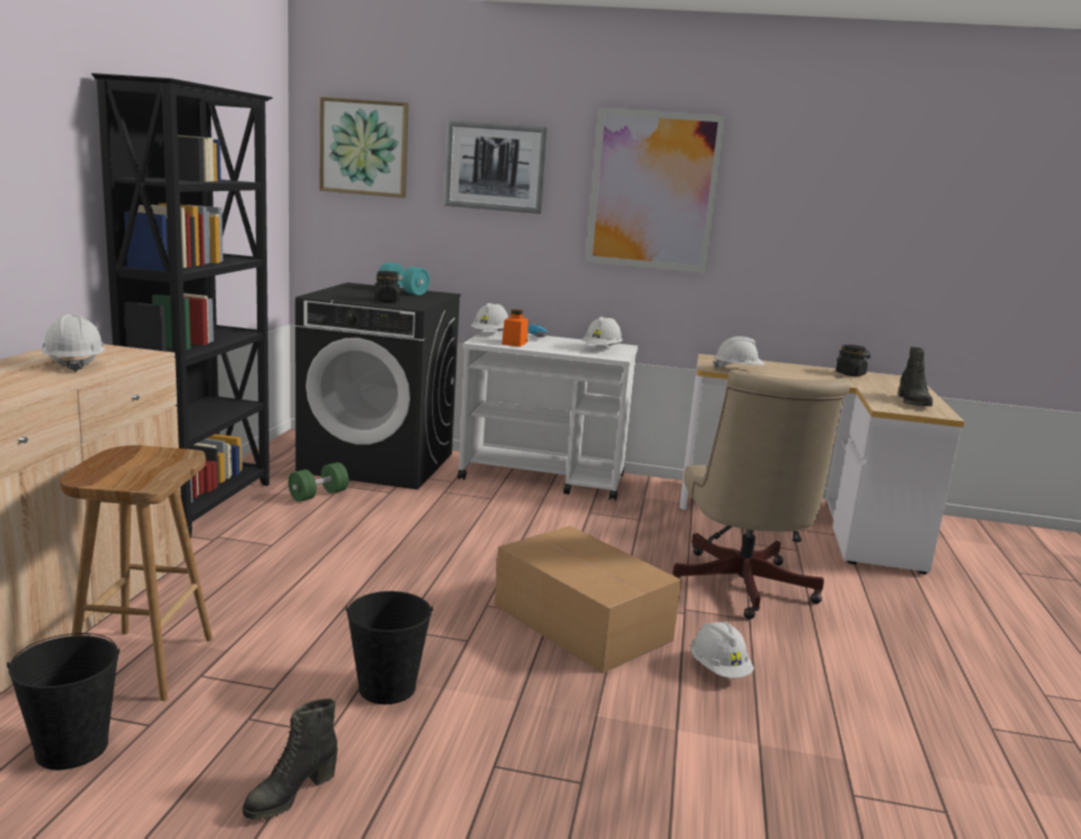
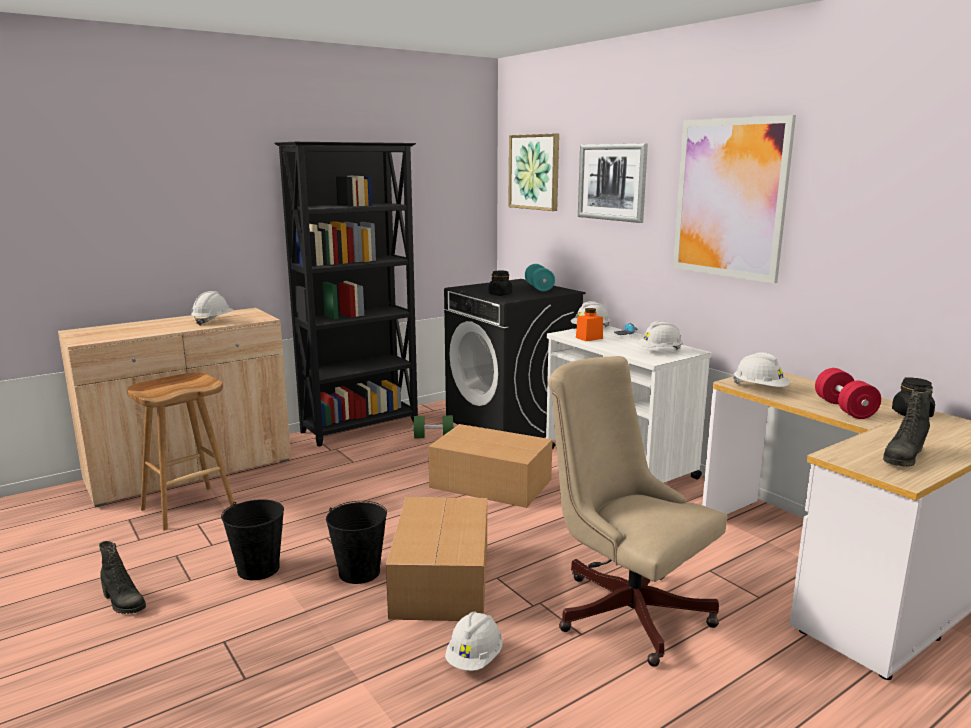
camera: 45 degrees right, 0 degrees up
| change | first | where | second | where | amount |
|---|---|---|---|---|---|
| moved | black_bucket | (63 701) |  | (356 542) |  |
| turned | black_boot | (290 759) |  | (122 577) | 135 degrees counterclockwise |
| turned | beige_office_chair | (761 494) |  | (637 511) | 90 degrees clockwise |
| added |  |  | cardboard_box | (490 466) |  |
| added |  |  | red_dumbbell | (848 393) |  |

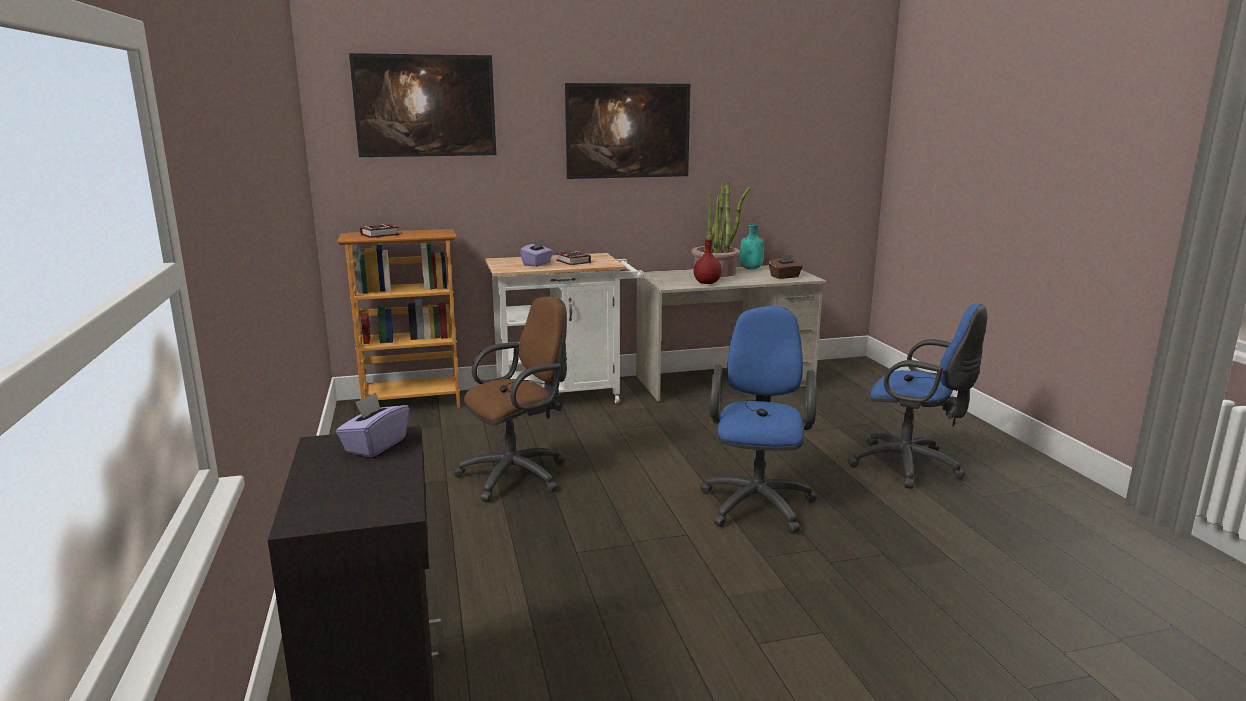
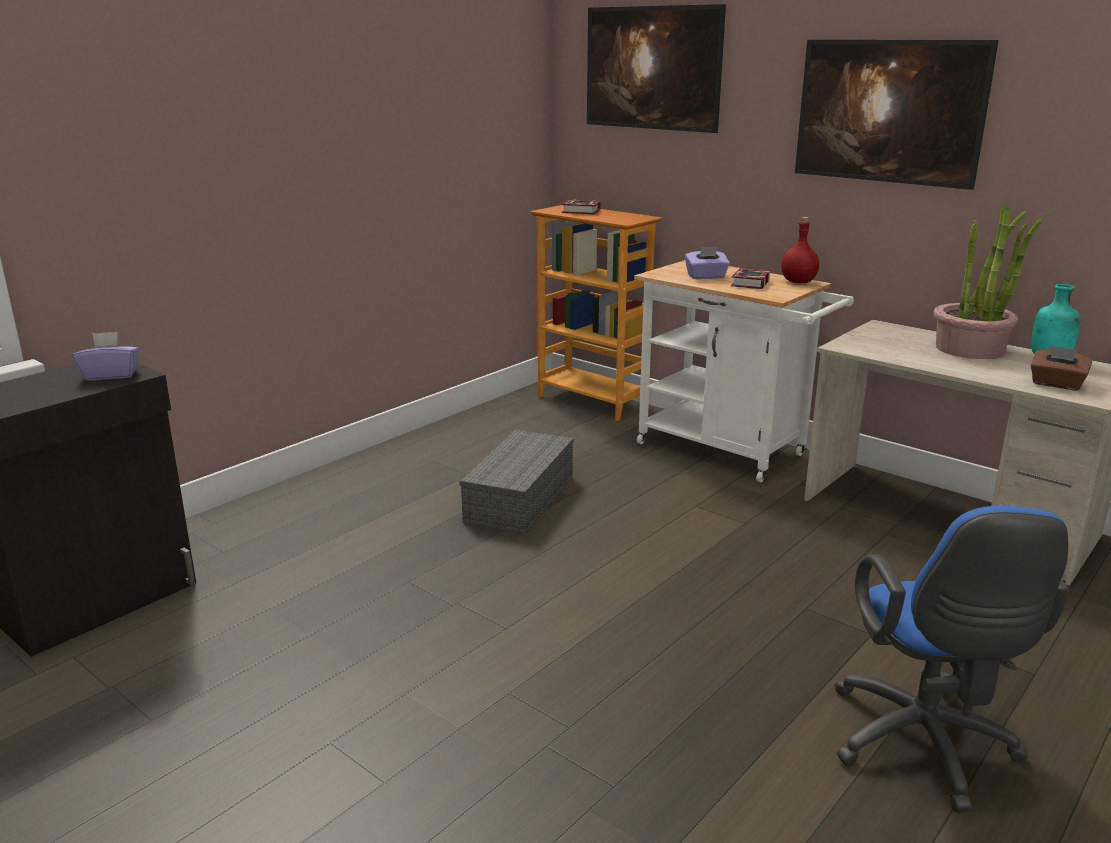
camera: 55 degrees right, 5 degrees up
| change | first | where | second | where | amount |
|---|---|---|---|---|---|
| replaced | brown_office_chair | (510 399) | grey_storage_box | (517 482) |  |
| moved | red_bottle | (708 259) |  | (800 250) |  |
| removed | blue_office_chair | (758 419) |  |  |  |

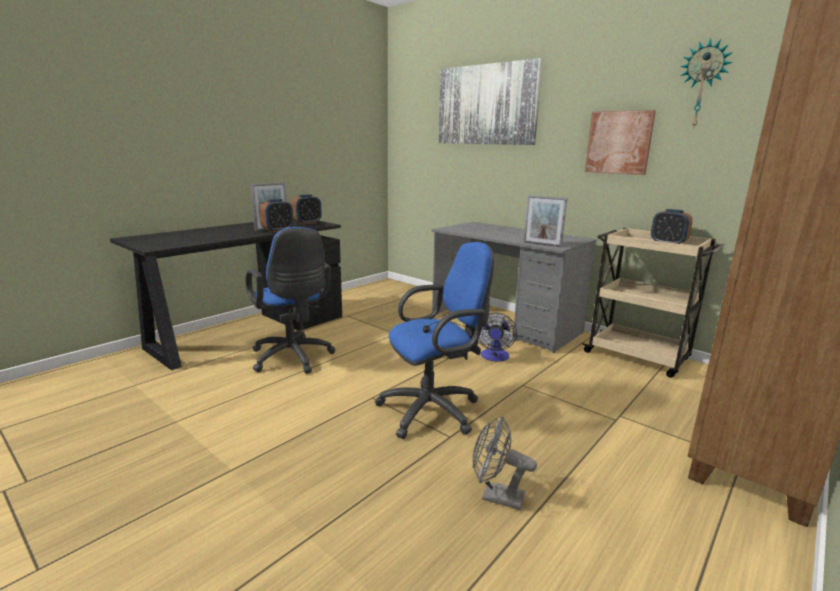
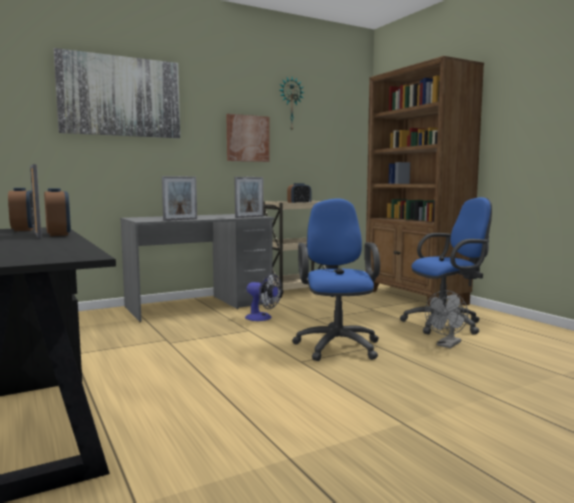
camera: 70 degrees left, 10 degrees down
| change | first | where | second | where | amount |
|---|---|---|---|---|---|
| moved | blue_office_chair | (290 300) |  | (446 266) |  |
| added |  |  | picture_frame | (179 198) |  |

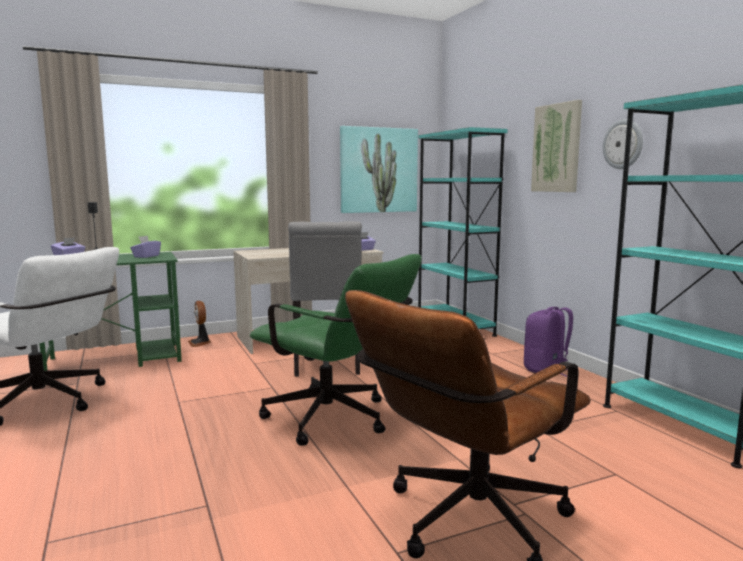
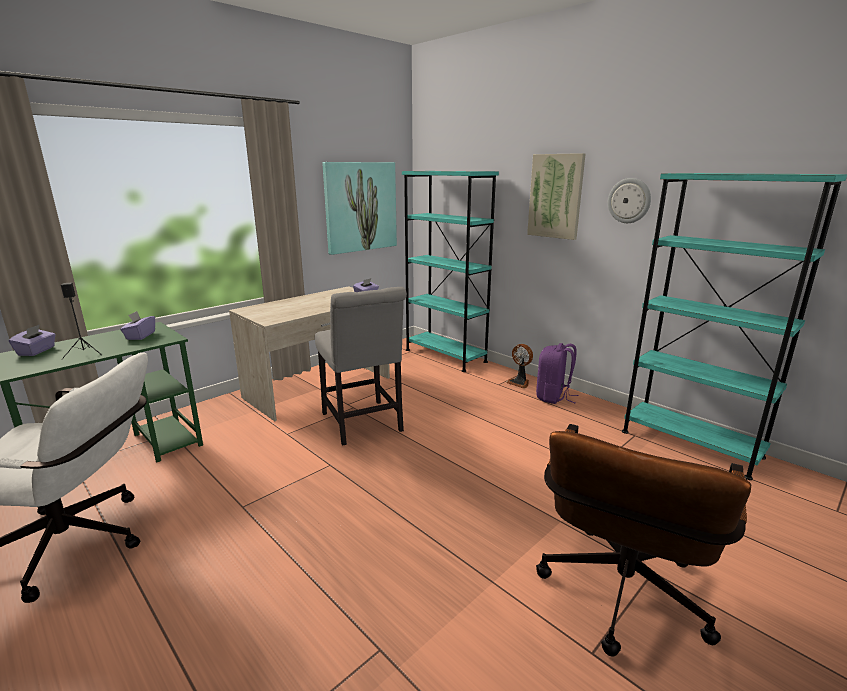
camera: 20 degrees left, 10 degrees up
| change | first | where | second | where | amount |
|---|---|---|---|---|---|
| moved | fan | (199 324) |  | (519 366) |  |
| removed | green_office_chair | (336 350) |  |  |  |

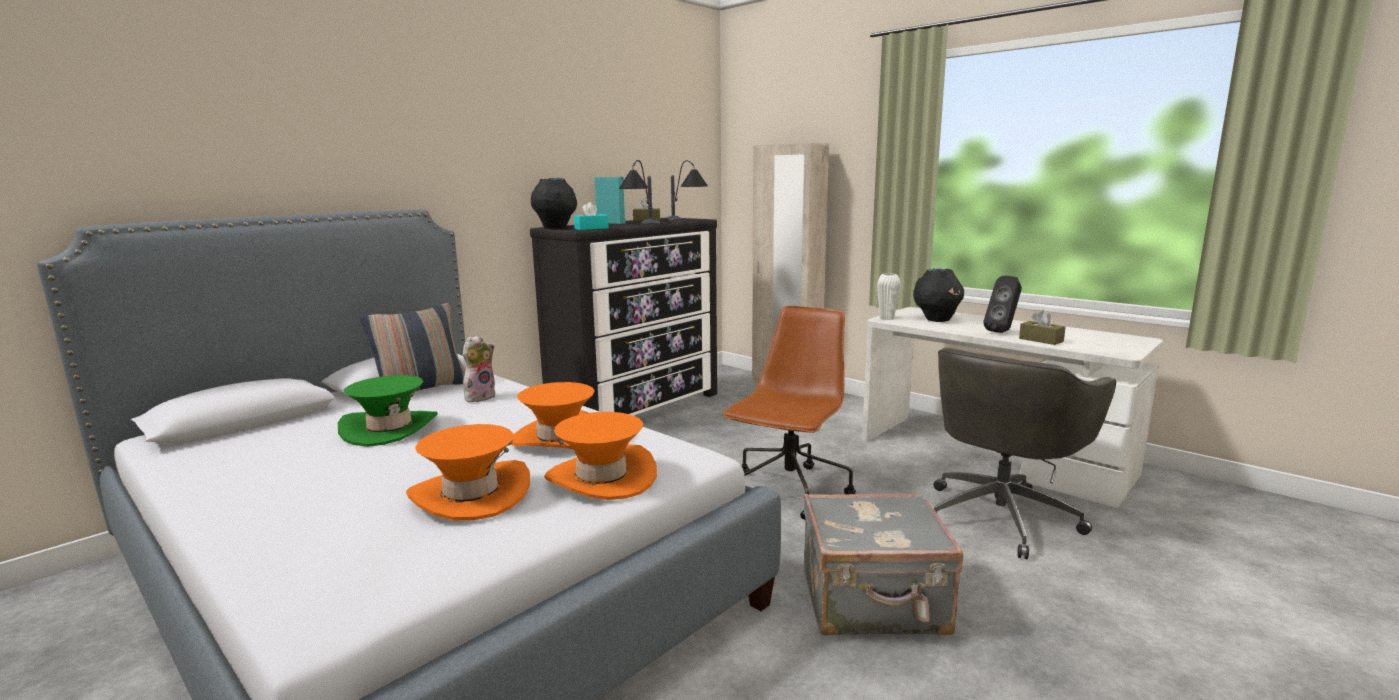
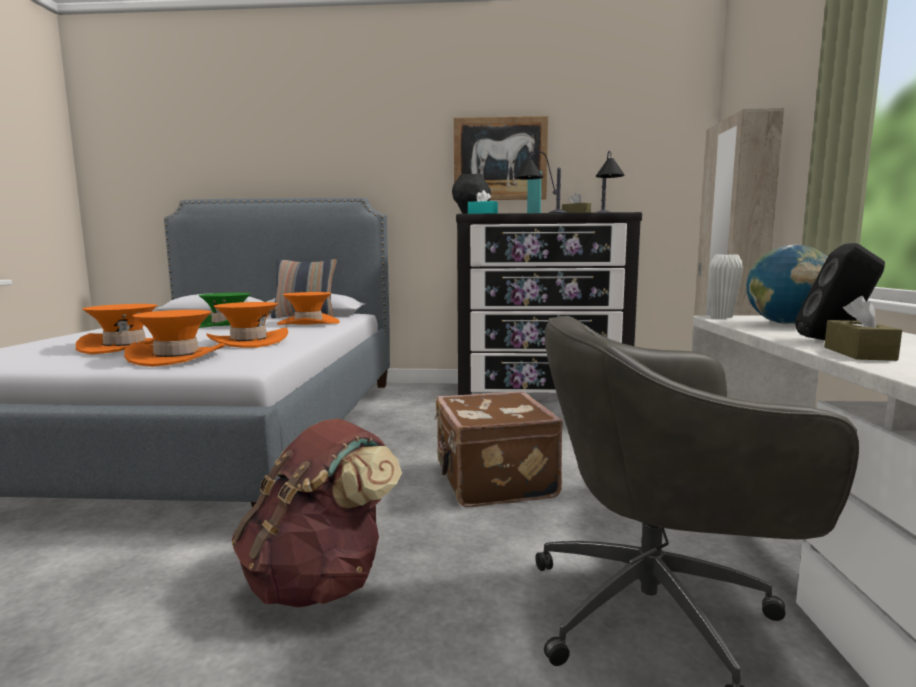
camera: 50 degrees right, 5 degrees down
| change | first | where | second | where | amount |
|---|---|---|---|---|---|
| replaced | plush_toy | (479 369) | orange_hat | (308 308) |  |
| replaced | brown_office_chair | (789 413) | brown_suitcase | (499 449) |  |
| replaced | grey_suitcase | (883 564) | brown_backpack | (317 512) |  |
| replaced | black_vase | (938 295) | globe | (787 285) |  |
| added |  |  | picture | (501 158) |  |

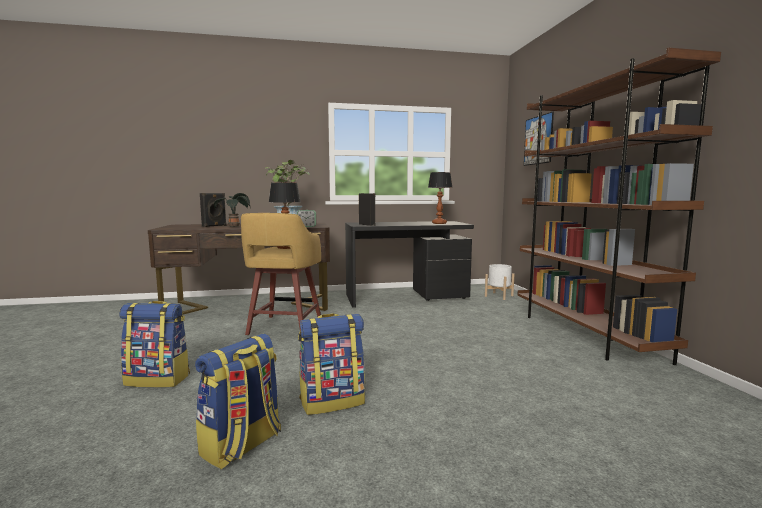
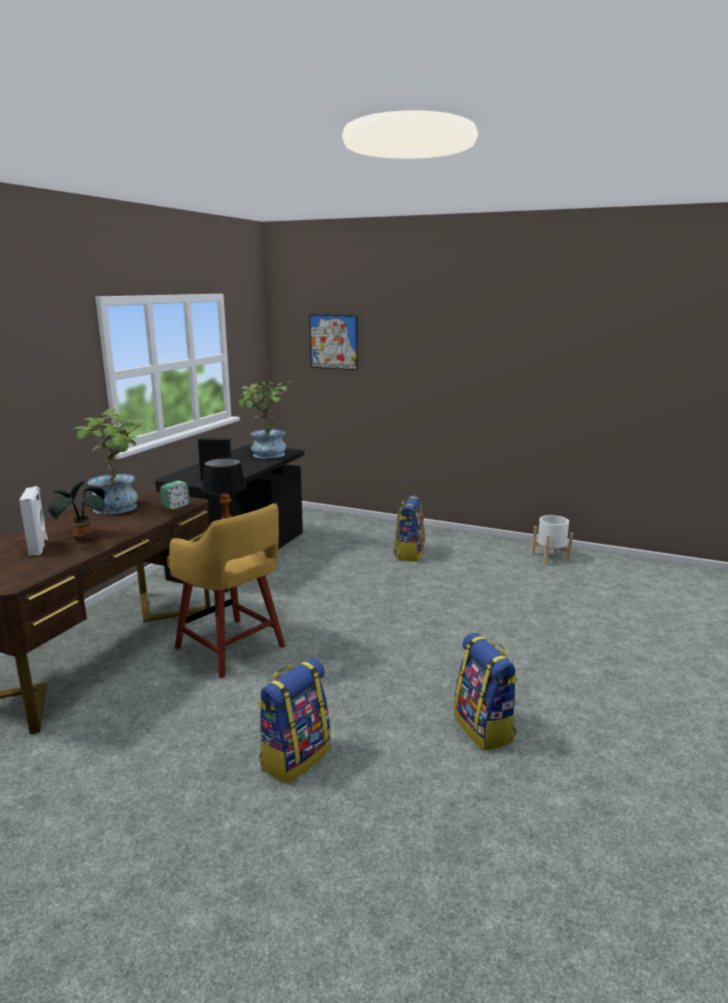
camera: 55 degrees left, 10 degrees up
| change | first | where | second | where | amount |
|---|---|---|---|---|---|
| recoloured | black_speaker | (213 210) | white_speaker | (33 521) |  |
| moved | backpack | (331 364) |  | (409 528) |  |
| replaced | table_lamp | (440 198) | potted_plant | (263 420) |  |
| moved | white_planter | (499 282) |  | (552 540) |  |
| removed | brown_bookcase | (619 206) |  |  |  |

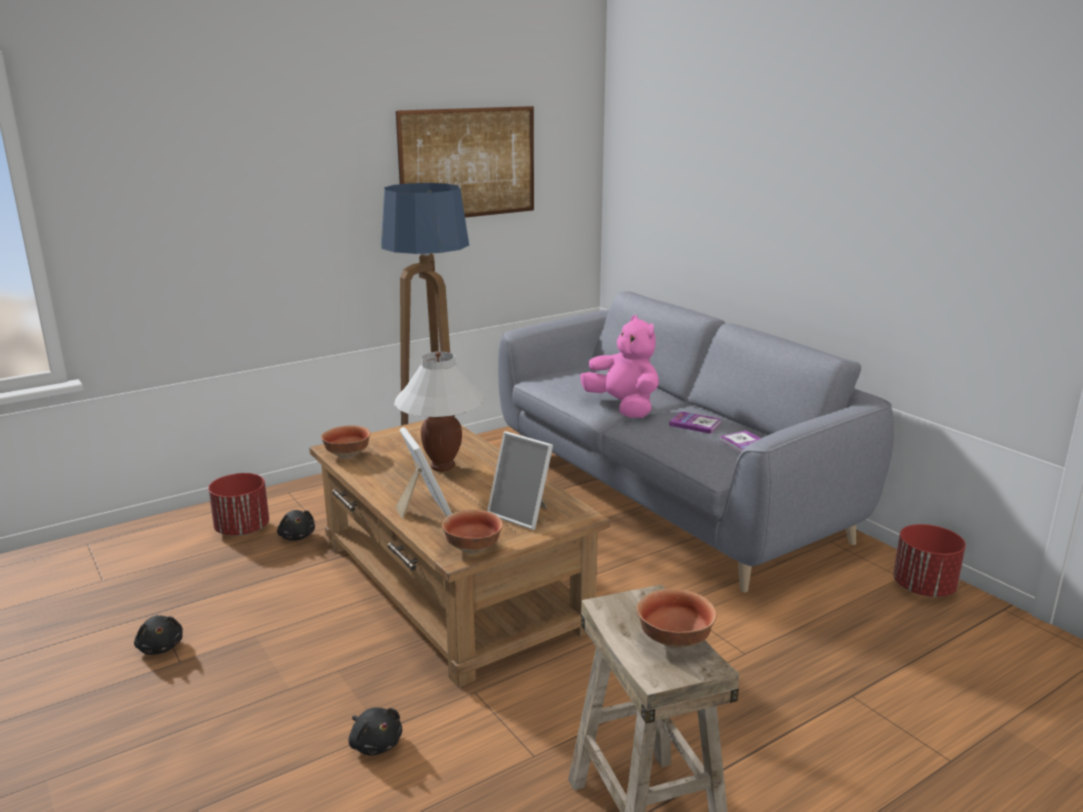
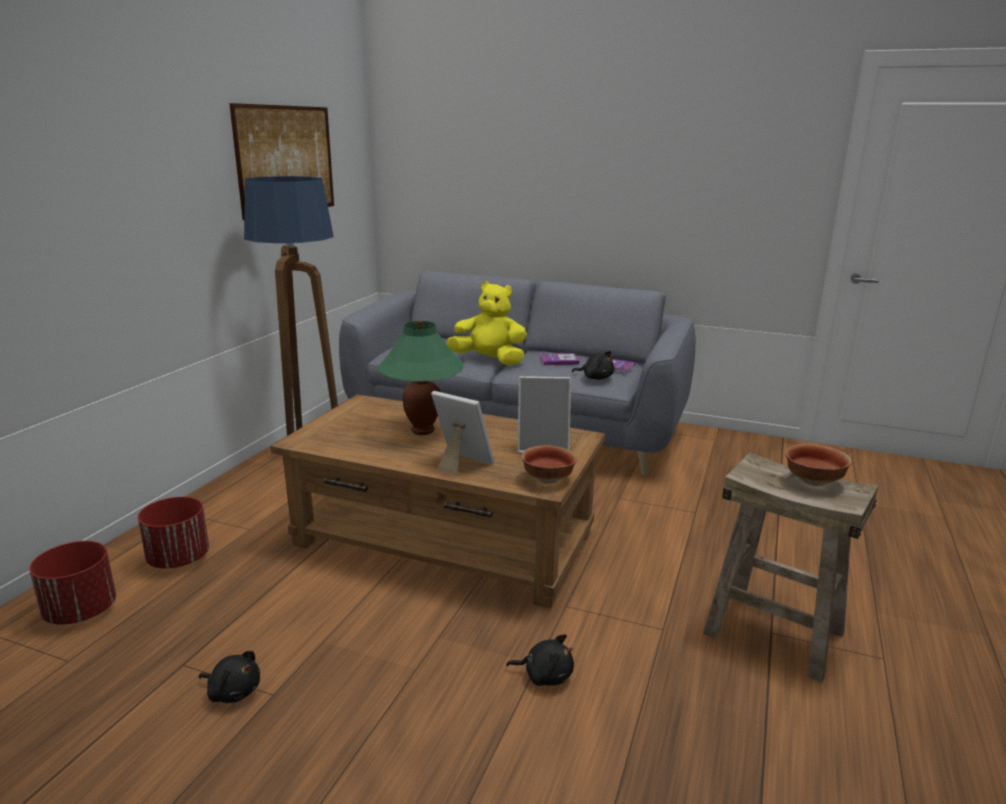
camera: 35 degrees left, 0 degrees up
| change | first | where | second | where | amount |
|---|---|---|---|---|---|
| moved | black_plush_toy | (296 525) |  | (593 365) |  |
| removed | bowl | (345 442) |  |  |  |
| recoloured | white_table_lamp | (439 412) | green_table_lamp | (420 377) |  |
| recoloured | pink_plush_toy | (619 366) | yellow_plush_toy | (486 323) |  |
| moved | red_planter | (929 560) |  | (72 583) |  |

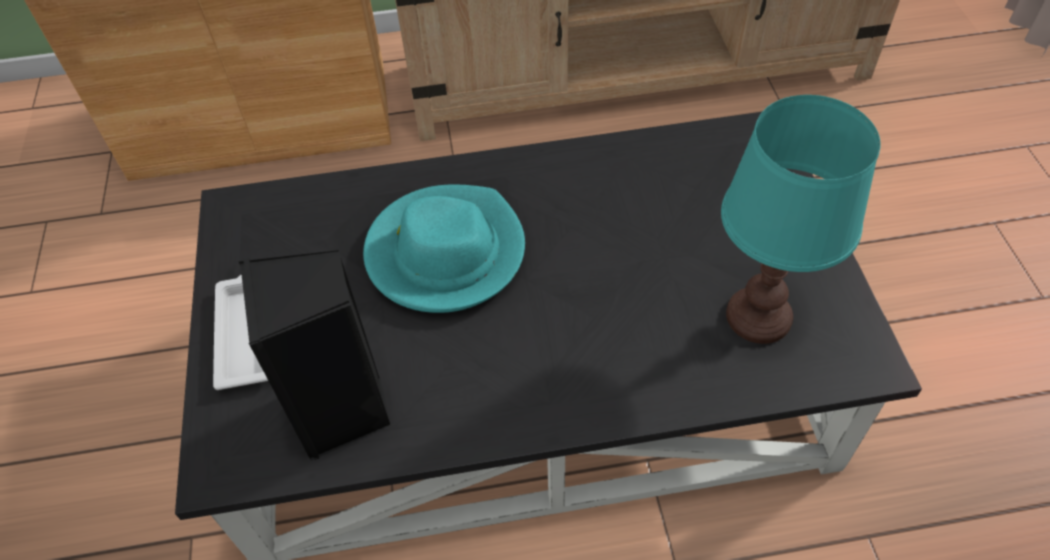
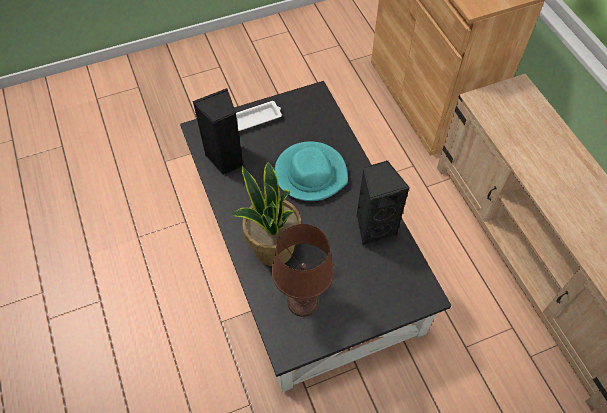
camera: 75 degrees right, 5 degrees up
| change | first | where | second | where | amount |
|---|---|---|---|---|---|
| recoloured | turquoise_table_lamp | (801 219) | brown_table_lamp | (303 270) |  |
| added |  |  | potted_plant | (266 214) |  |
| added |  |  | black_speaker | (383 203) |  |

